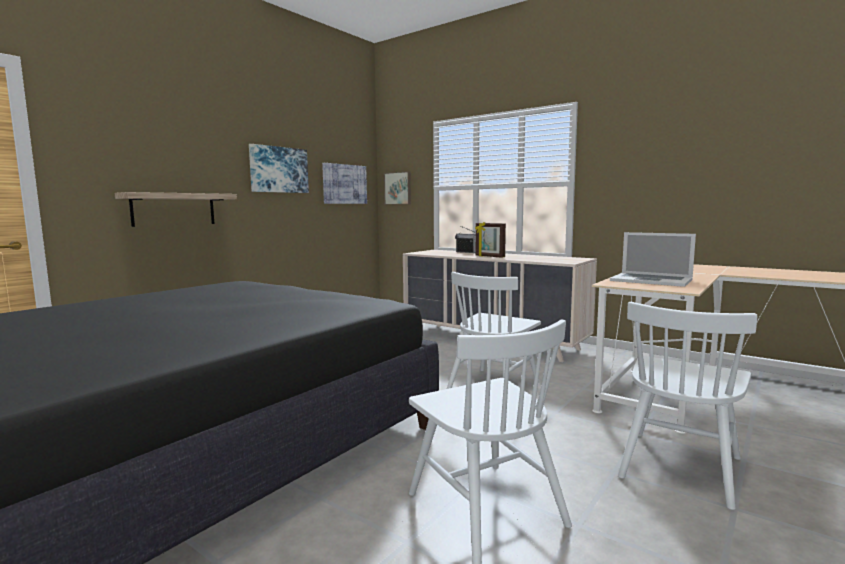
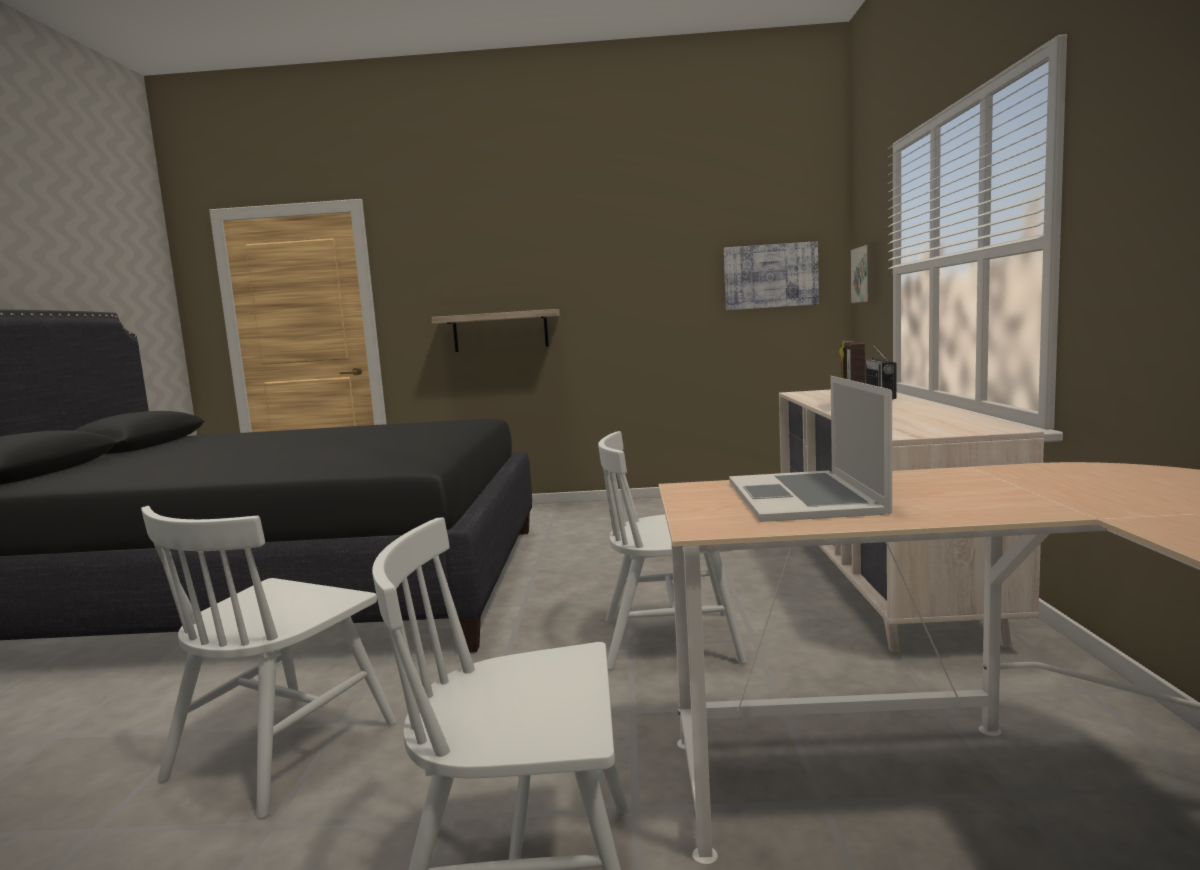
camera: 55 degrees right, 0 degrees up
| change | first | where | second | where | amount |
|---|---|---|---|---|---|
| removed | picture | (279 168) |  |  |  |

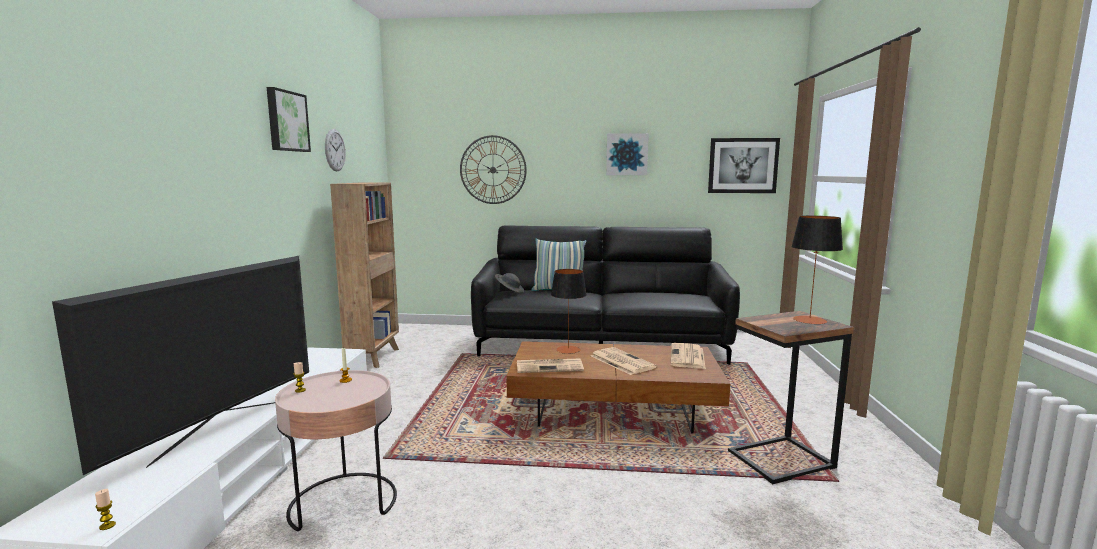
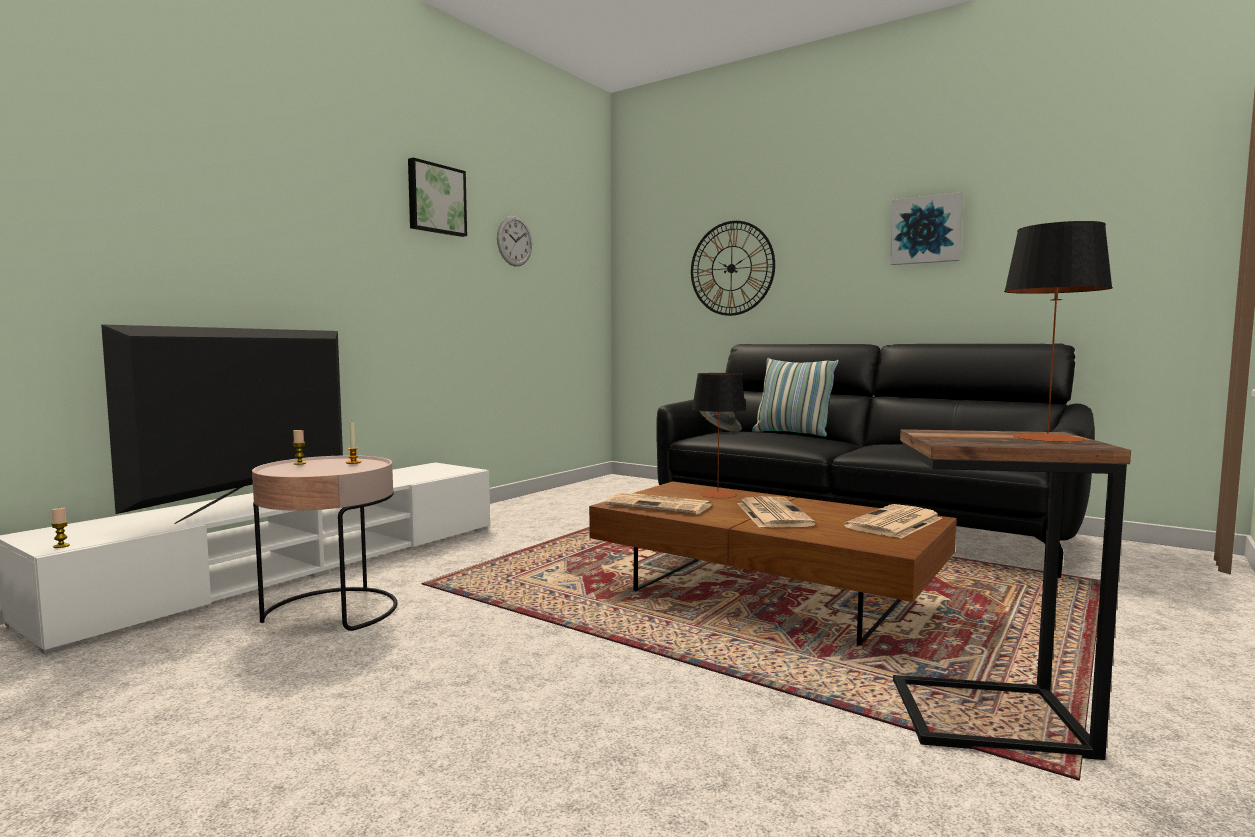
camera: 30 degrees right, 5 degrees down
| change | first | where | second | where | amount |
|---|---|---|---|---|---|
| turned | television | (180 365) |  | (222 424) | 150 degrees clockwise |
| removed | brown_bookcase | (364 275) |  |  |  |
| removed | picture | (744 165) |  |  |  |

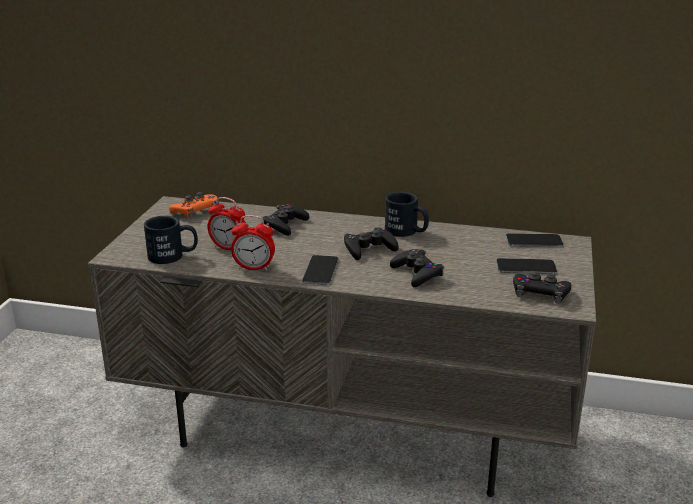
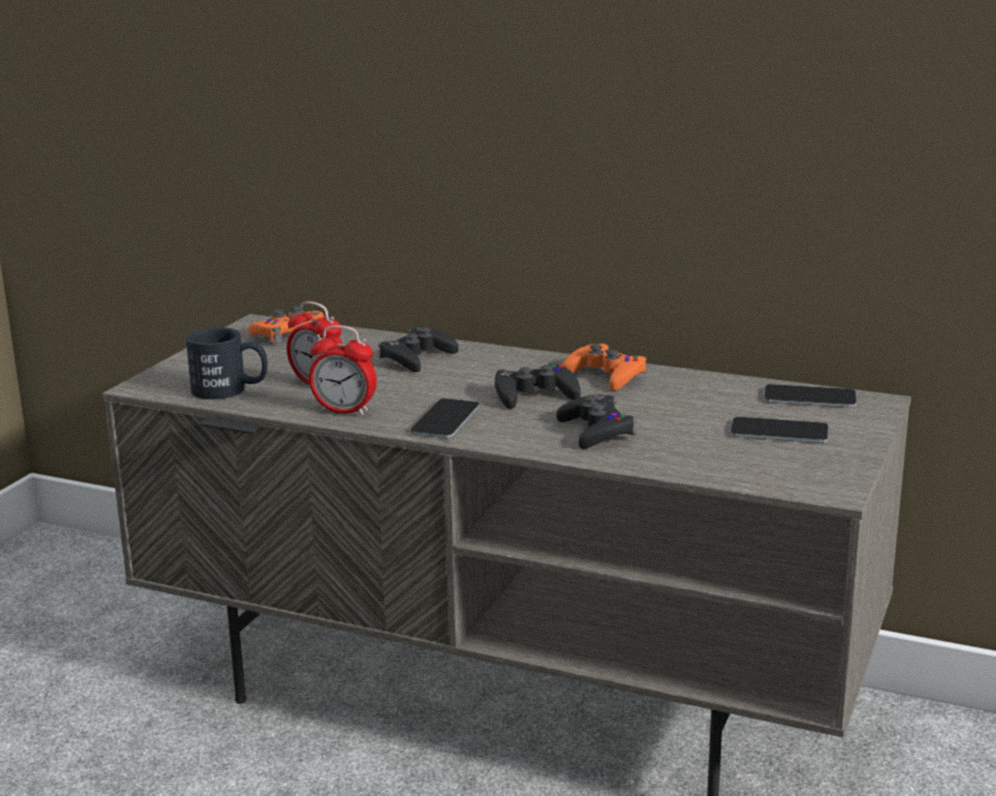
camera: 10 degrees right, 5 degrees down
| change | first | where | second | where | amount |
|---|---|---|---|---|---|
| replaced | black_mug | (407 214) | orange_game_controller | (604 367) |  |
| removed | black_game_controller | (542 287) |  |  |  |

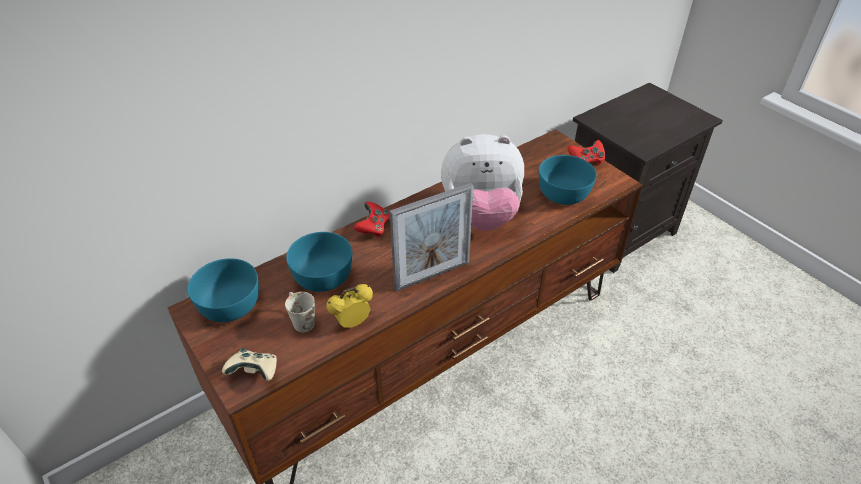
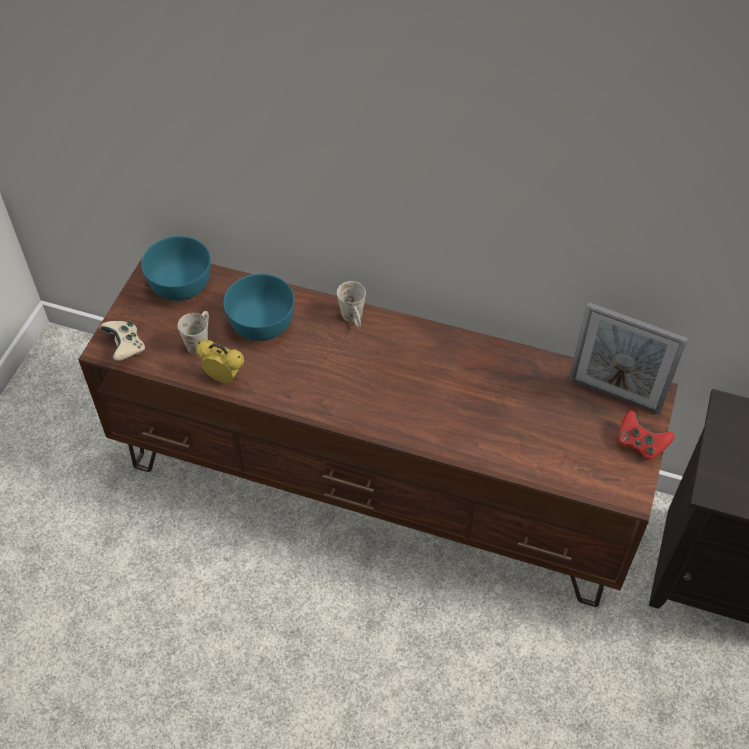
camera: 55 degrees right, 10 degrees up
| change | first | where | second | where | amount |
|---|---|---|---|---|---|
| replaced | red_game_controller | (372 219) | white_mug | (351 304) |  |
| moved | picture_frame | (432 237) |  | (628 358) |  |
| removed | plush_toy | (482 182) |  |  |  |
| removed | turquoise_bowl | (567 180) |  |  |  |

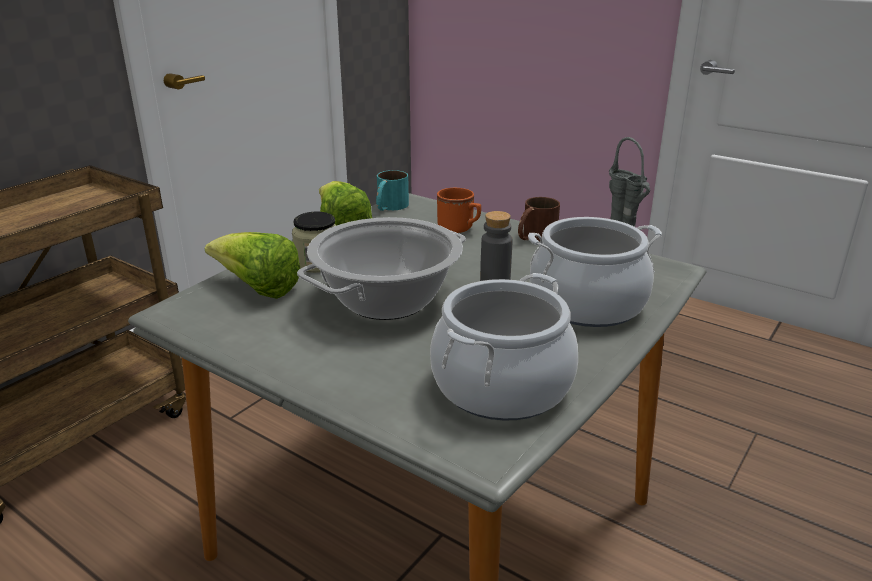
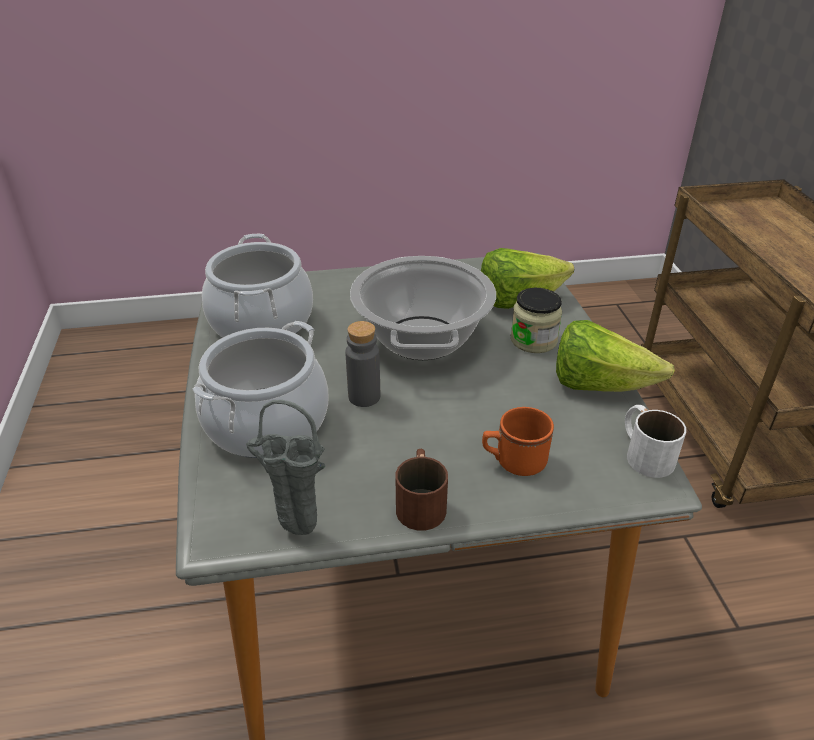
camera: 135 degrees right, 10 degrees up
| change | first | where | second | where | amount |
|---|---|---|---|---|---|
| recoloured | turquoise_mug | (392 190) | white_mug | (655 441) |  |

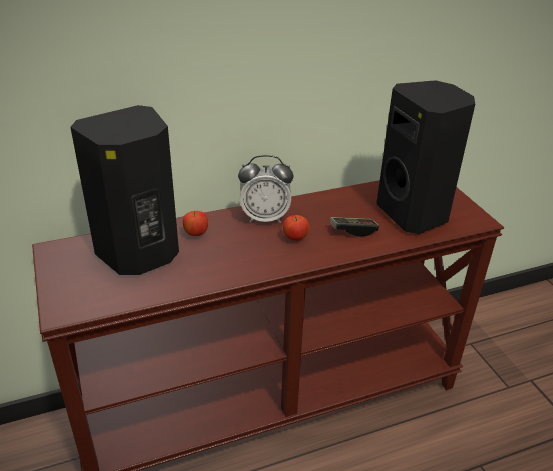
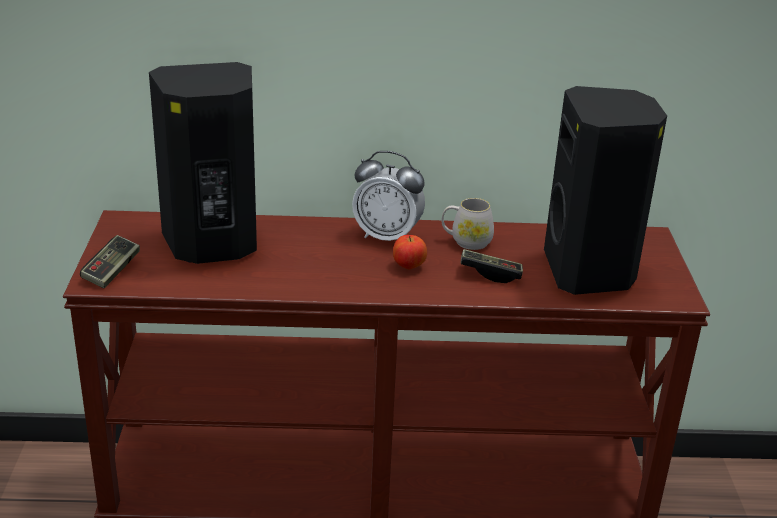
camera: 20 degrees right, 5 degrees down
| change | first | where | second | where | amount |
|---|---|---|---|---|---|
| removed | apple | (195 223) |  |  |  |
| added |  |  | game_controller | (110 261) |  |
| added |  |  | white_mug | (468 224) |  |

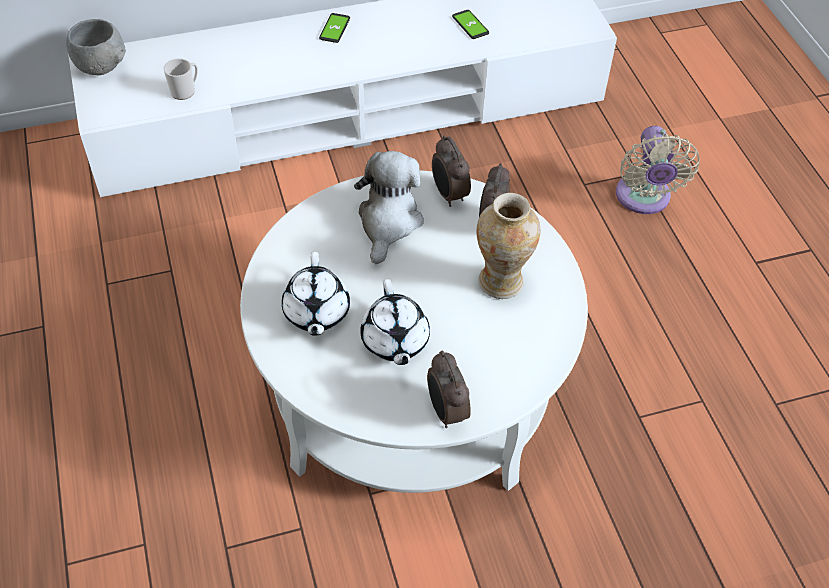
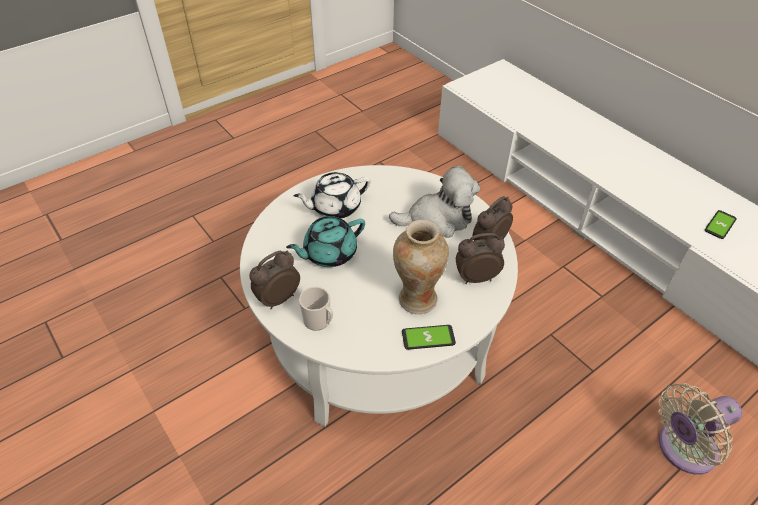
camera: 70 degrees right, 5 degrees down
| change | first | where | second | where | amount |
|---|---|---|---|---|---|
| removed | grey_bowl | (96 47) |  |  |  |
| moved | mug | (181 79) |  | (316 309) |  |
| moved | phone | (334 28) |  | (429 337) |  |
| recoloured | white_teapot | (395 322) | turquoise_teapot | (325 241) |  |

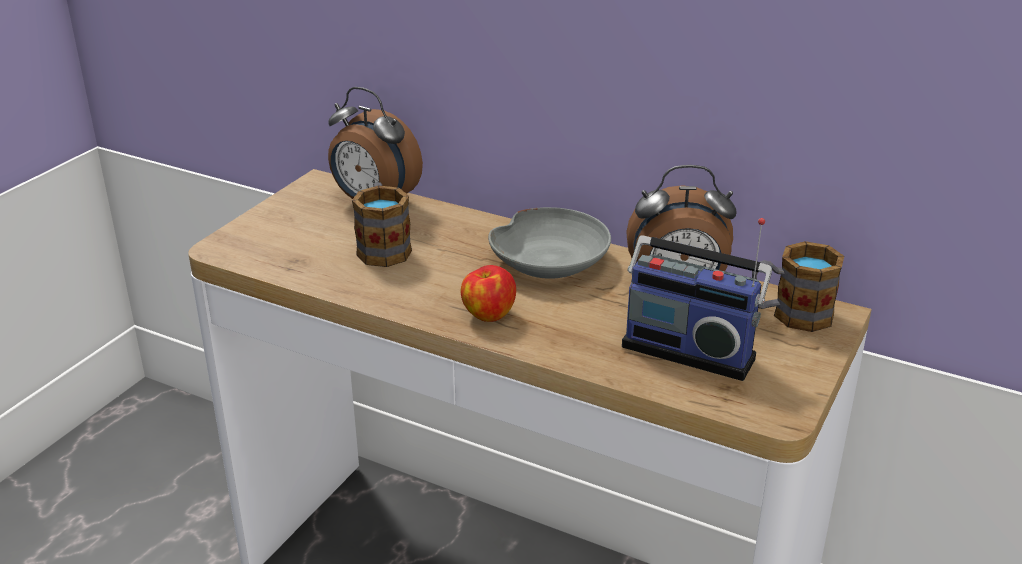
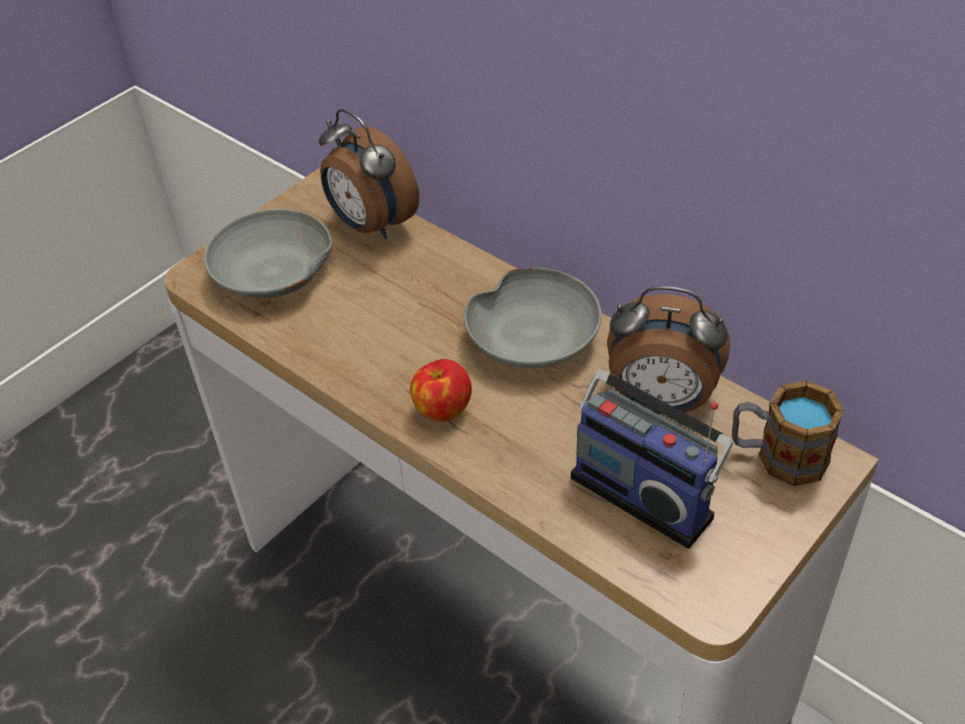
camera: 15 degrees right, 15 degrees up
| change | first | where | second | where | amount |
|---|---|---|---|---|---|
| removed | mug | (382 224) |  |  |  |
| added |  |  | grey_bowl | (268 253) |  |

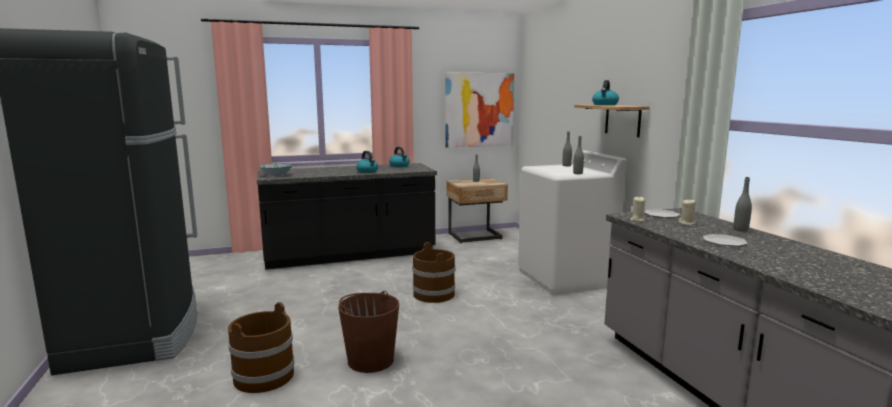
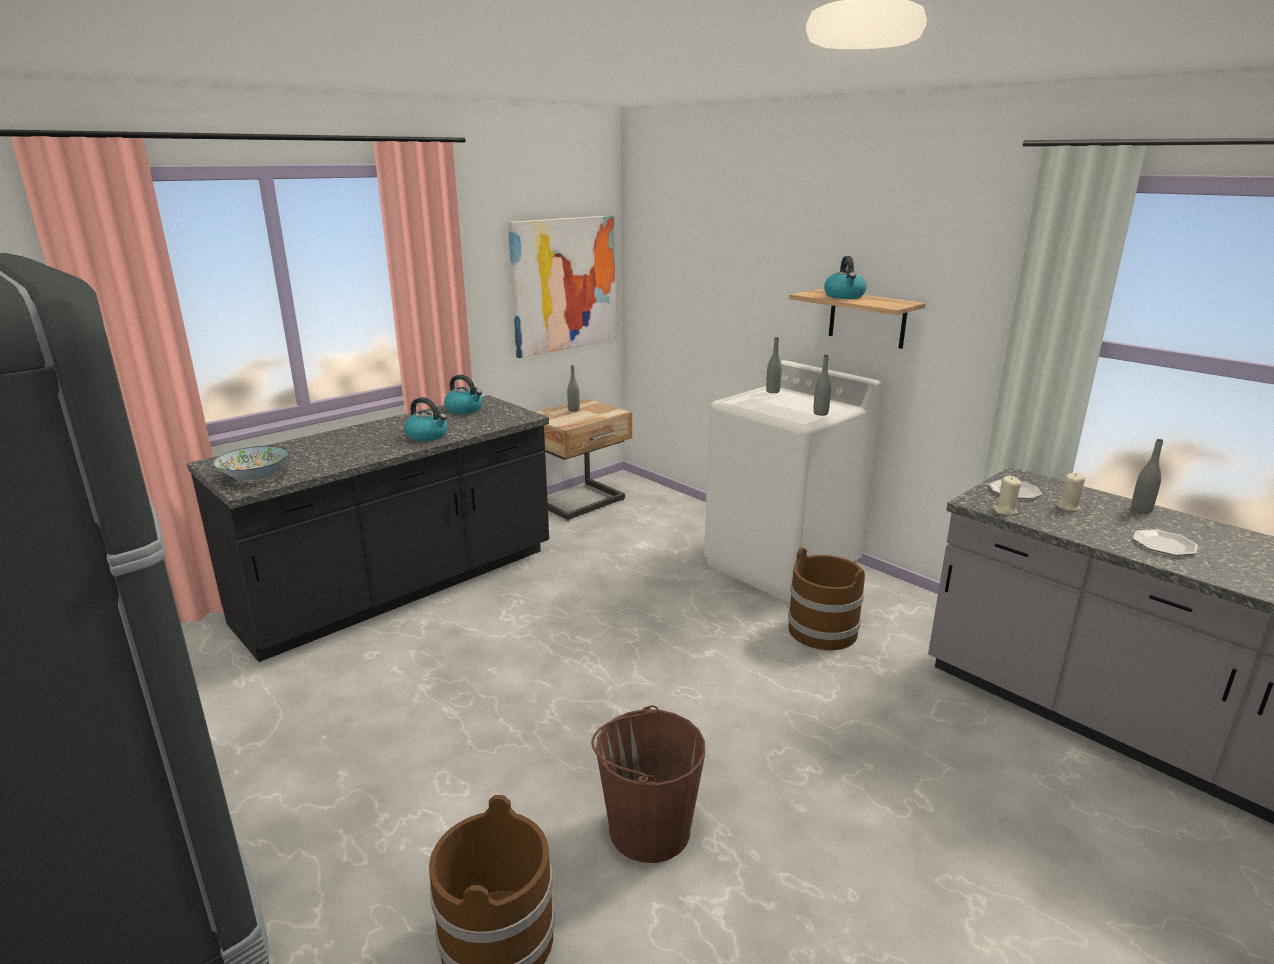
camera: 25 degrees left, 10 degrees up
| change | first | where | second | where | amount |
|---|---|---|---|---|---|
| moved | brown_bucket | (433 272) |  | (826 598) |  |

